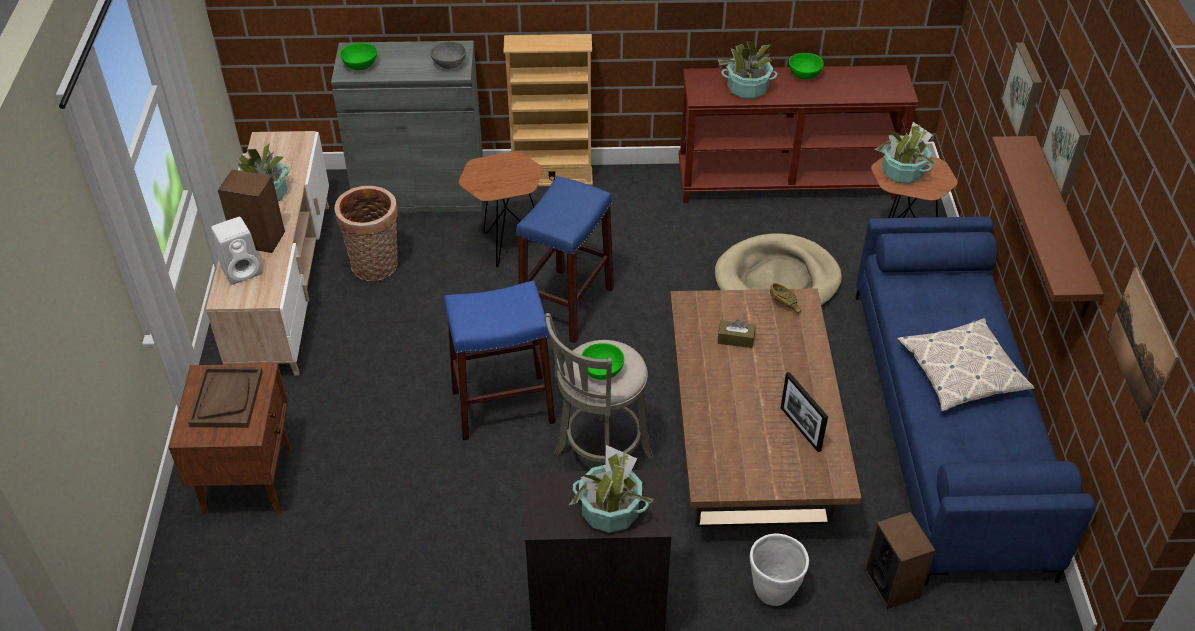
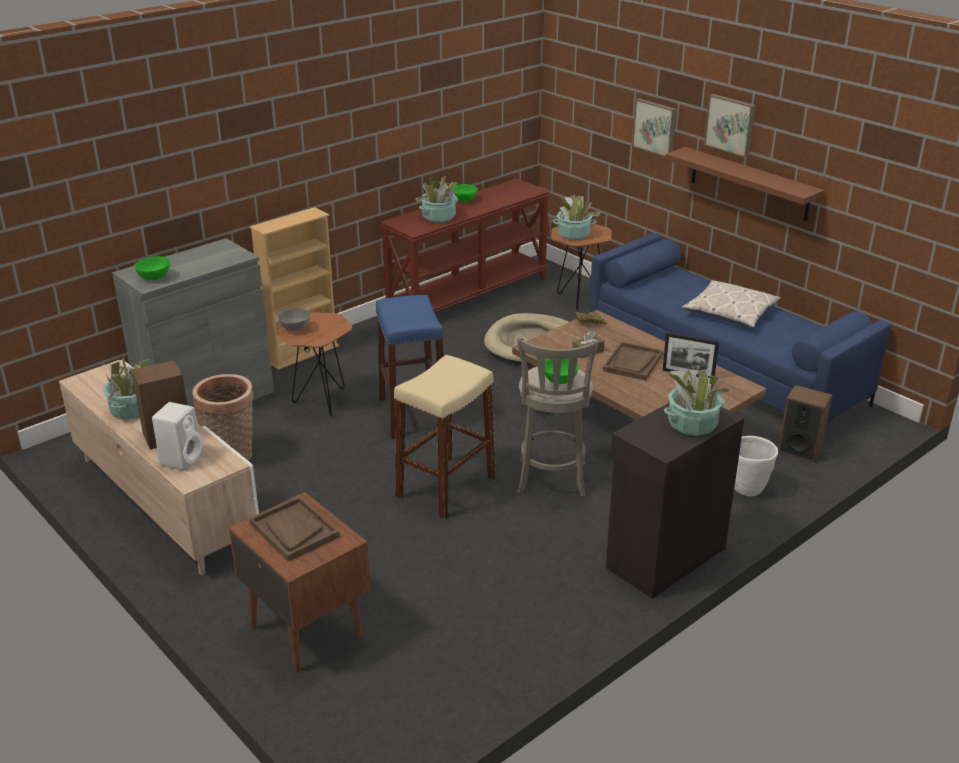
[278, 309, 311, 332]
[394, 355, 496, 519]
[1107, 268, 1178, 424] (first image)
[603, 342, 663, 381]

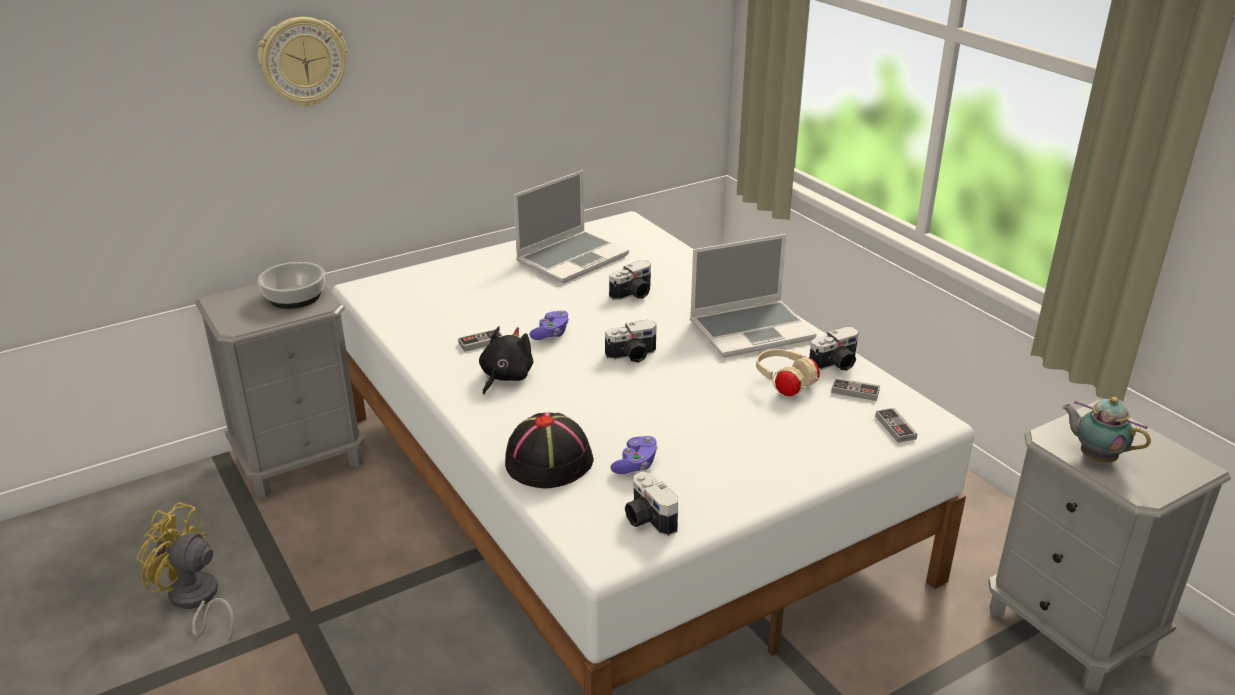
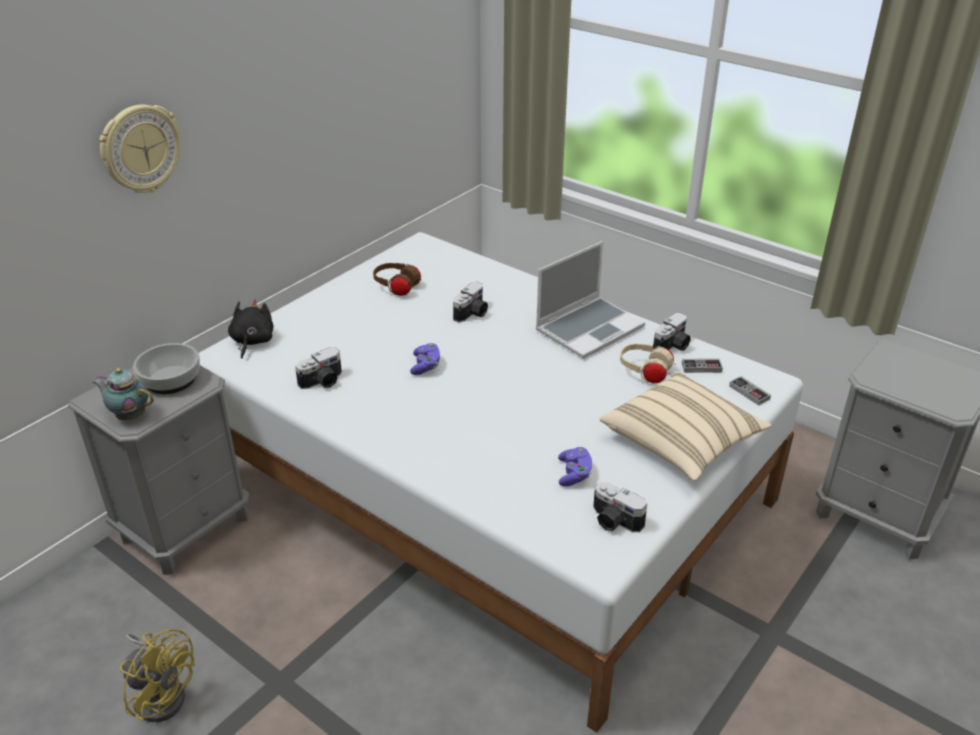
[120, 629, 195, 722]
[458, 329, 503, 352] (first image)
[228, 300, 274, 359]
[505, 412, 594, 488] (first image)
[373, 263, 422, 296]
[295, 347, 342, 389]
[92, 368, 154, 420]
[599, 371, 772, 481]

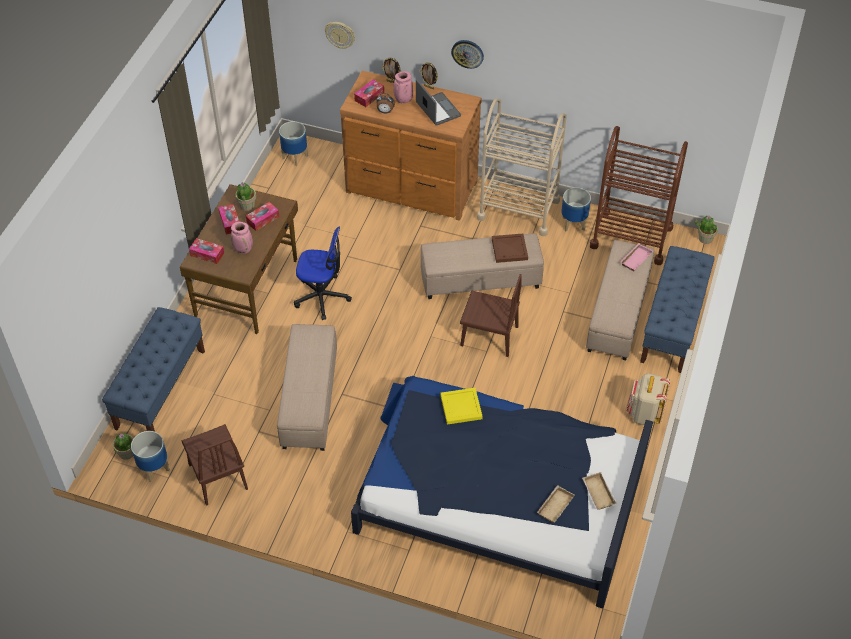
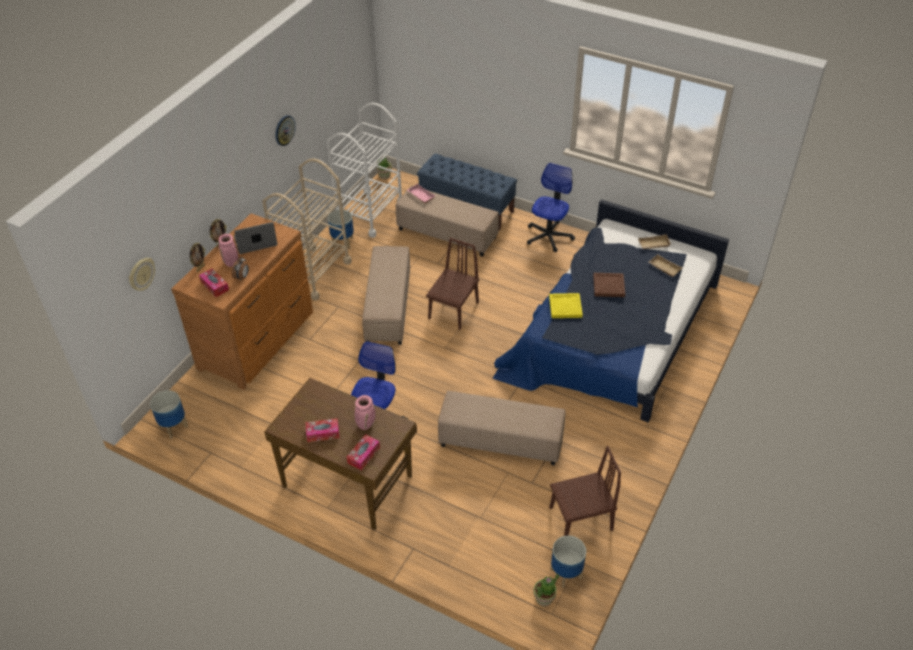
[102, 307, 205, 432] (first image)
[235, 183, 256, 211] (first image)
[246, 202, 279, 231] (first image)
[275, 115, 296, 146]
[593, 273, 625, 297]
[327, 103, 402, 238]
[527, 163, 575, 252]

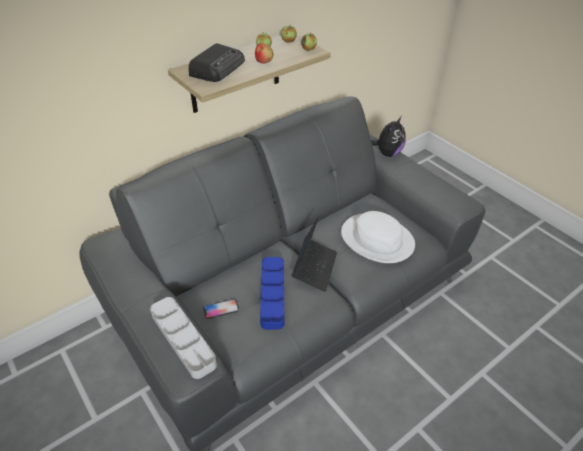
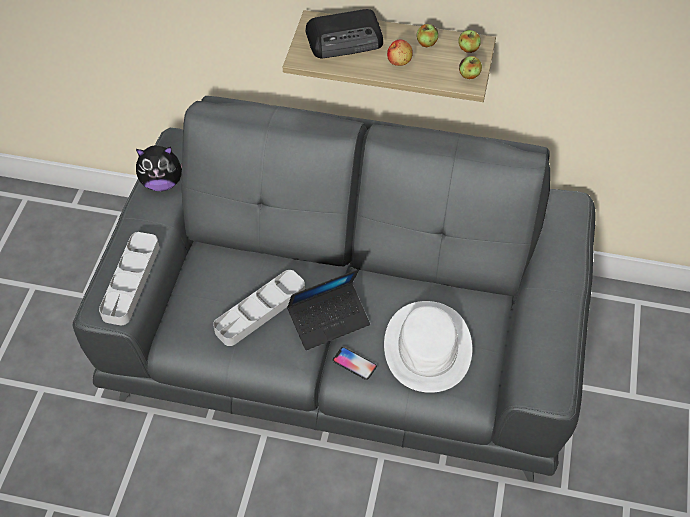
[332, 347, 377, 380]
[213, 270, 305, 346]
[136, 146, 182, 191]

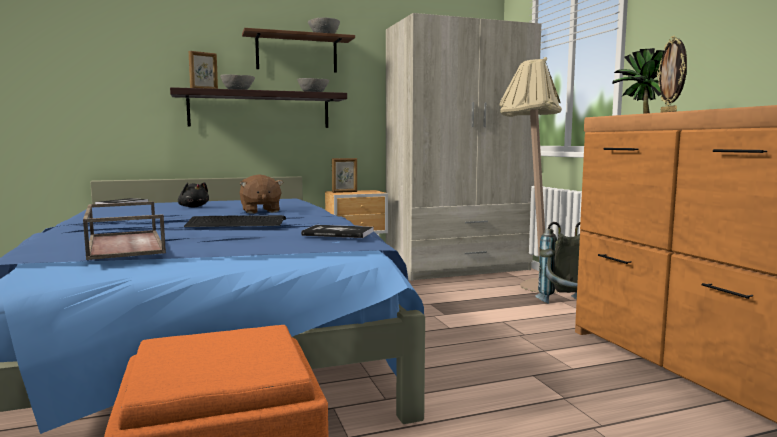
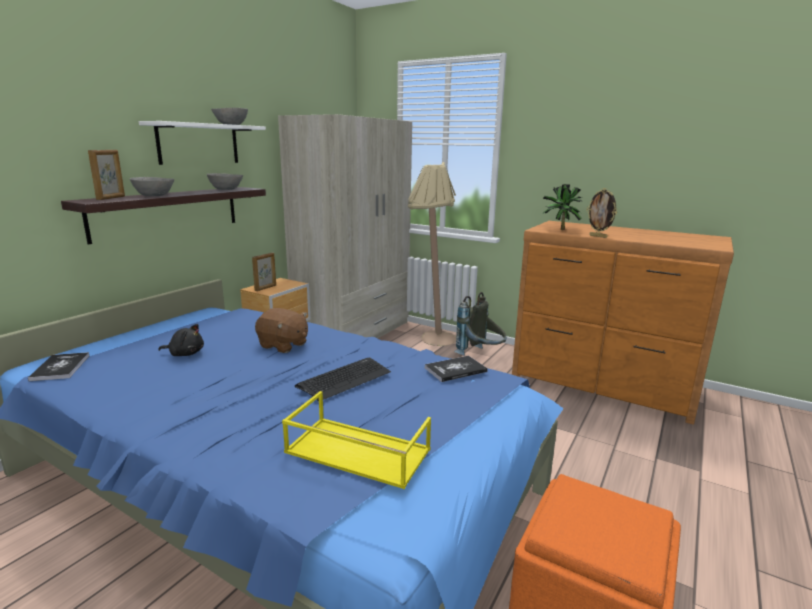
[282, 391, 431, 489]
[139, 121, 266, 165]

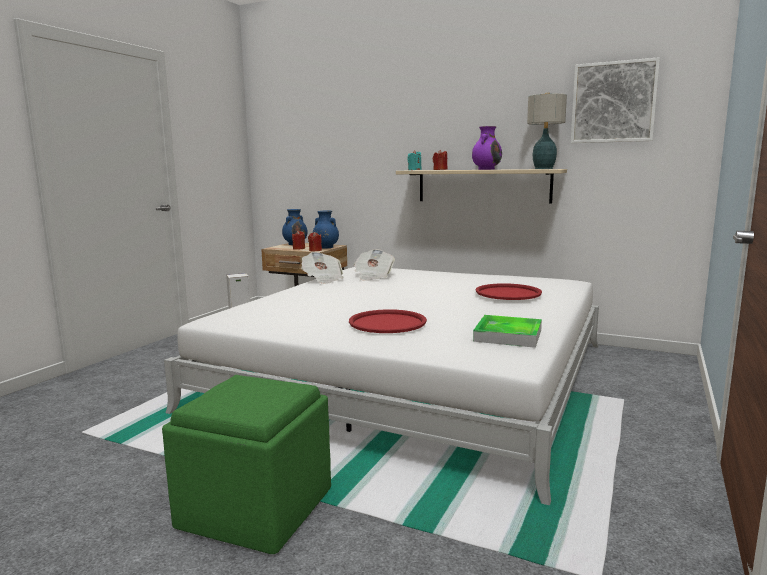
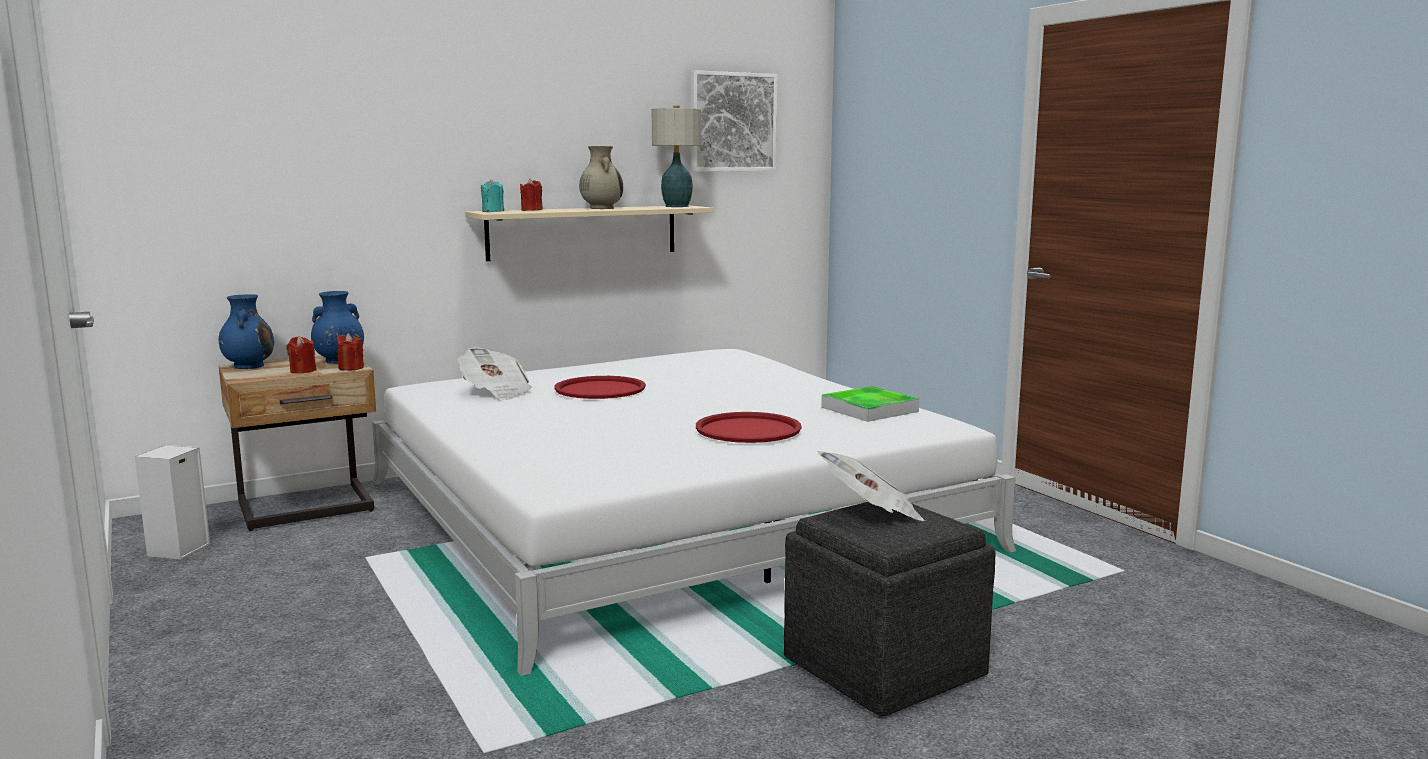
[784, 502, 995, 716]
[818, 451, 925, 521]
[579, 146, 623, 209]
[555, 376, 646, 399]

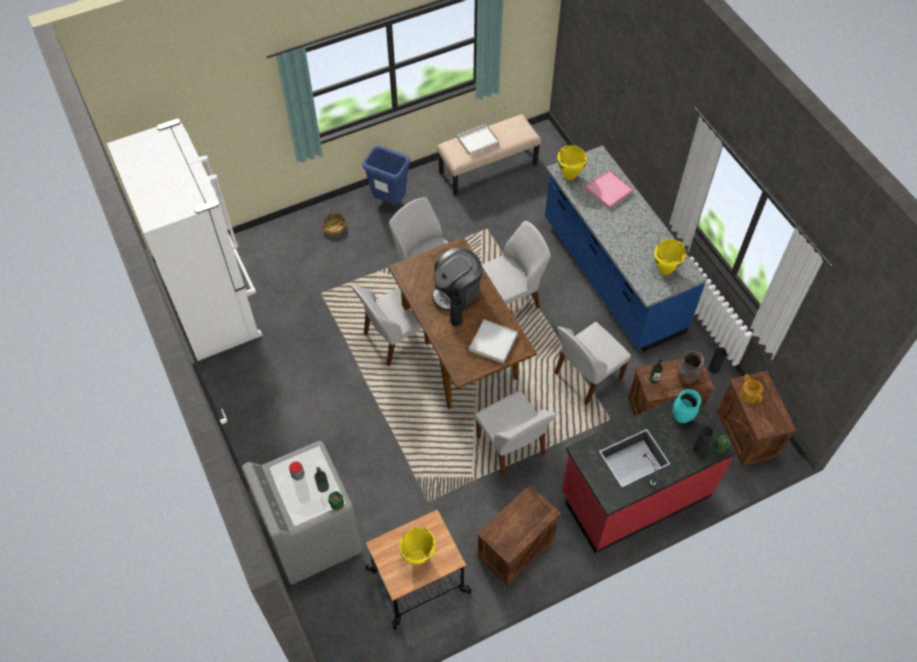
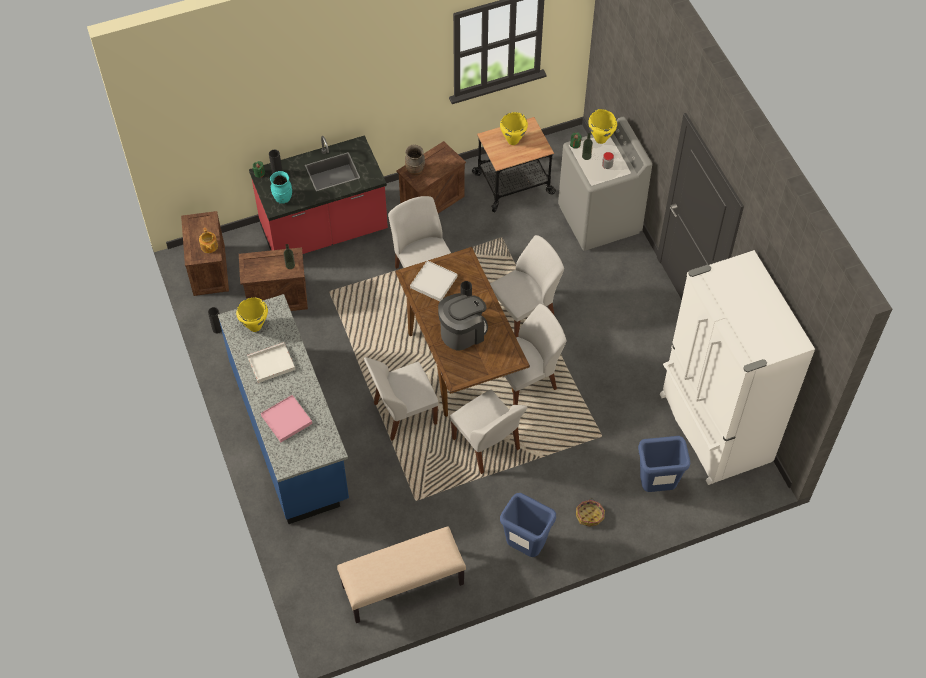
[247, 342, 295, 383]
[490, 235, 564, 337]
[588, 109, 617, 144]
[405, 145, 425, 175]
[638, 436, 690, 492]

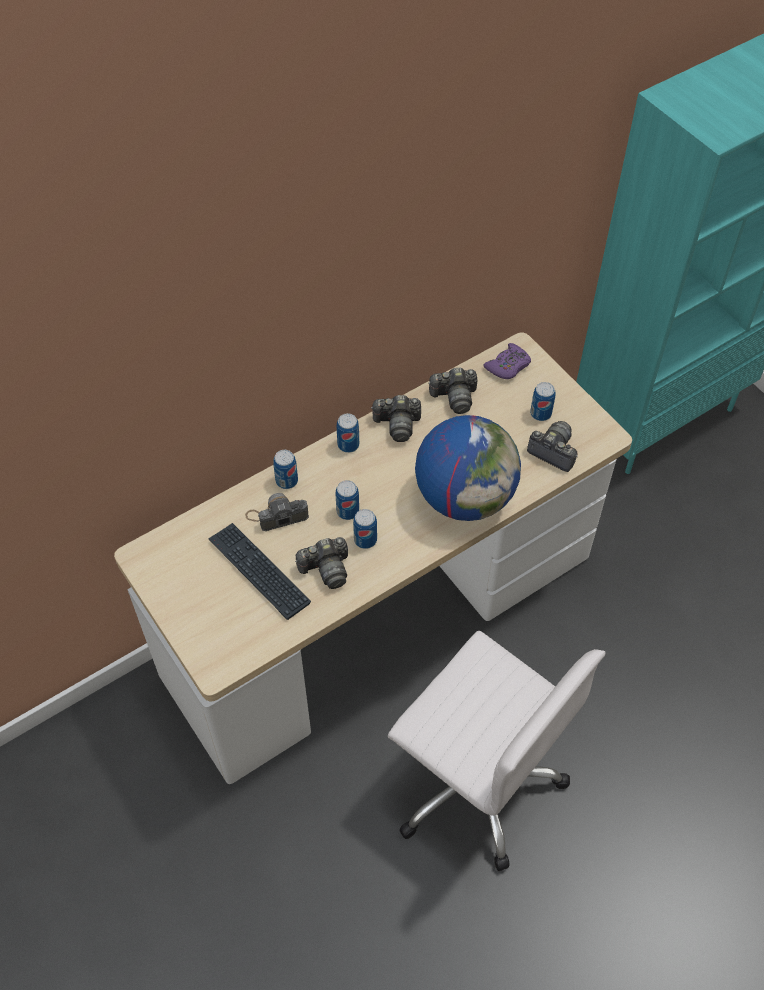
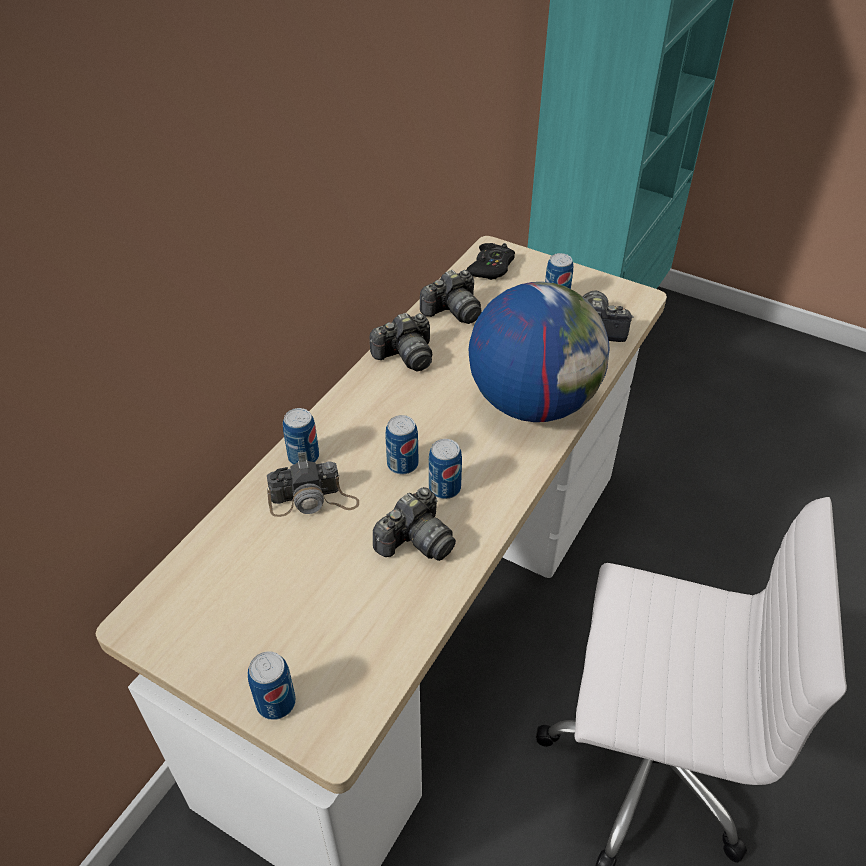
[208, 523, 311, 620] (first image)
[267, 460, 359, 517]
[248, 651, 296, 720]
[466, 243, 515, 280]

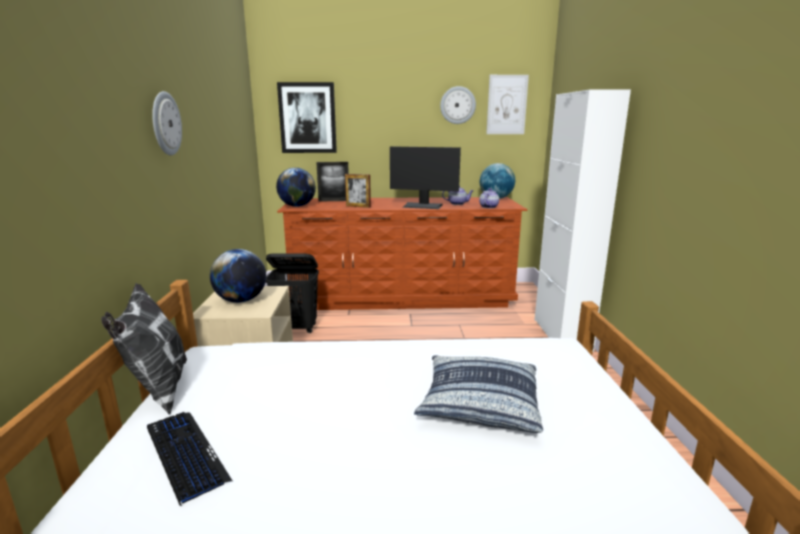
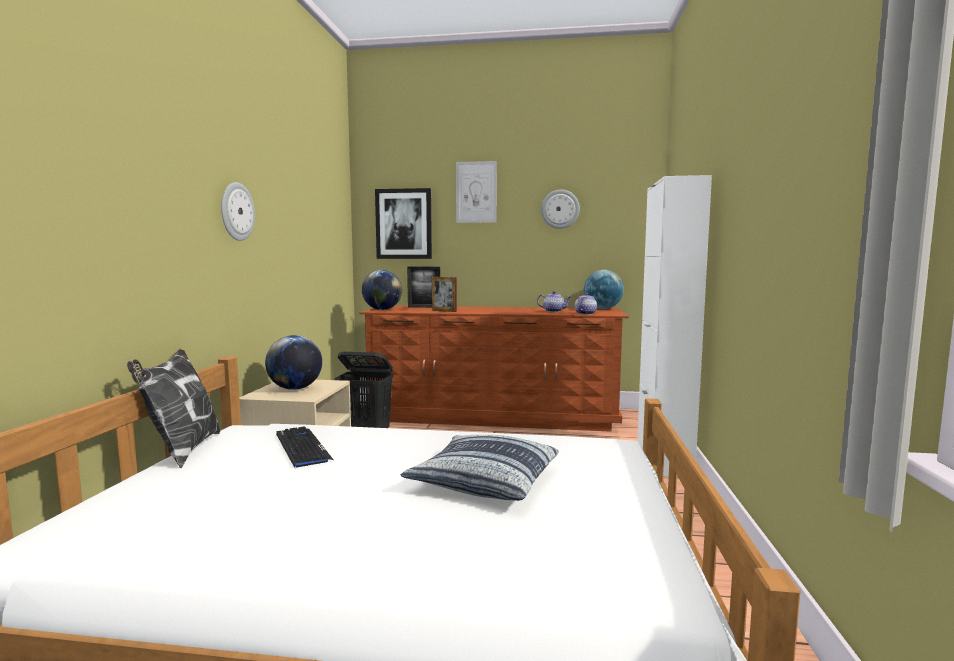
[276, 426, 334, 468]
[390, 146, 461, 209] (first image)
[456, 161, 497, 223]

